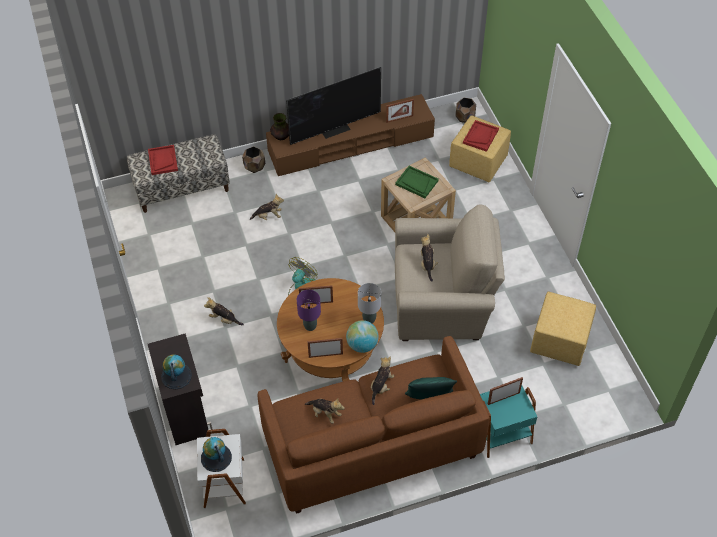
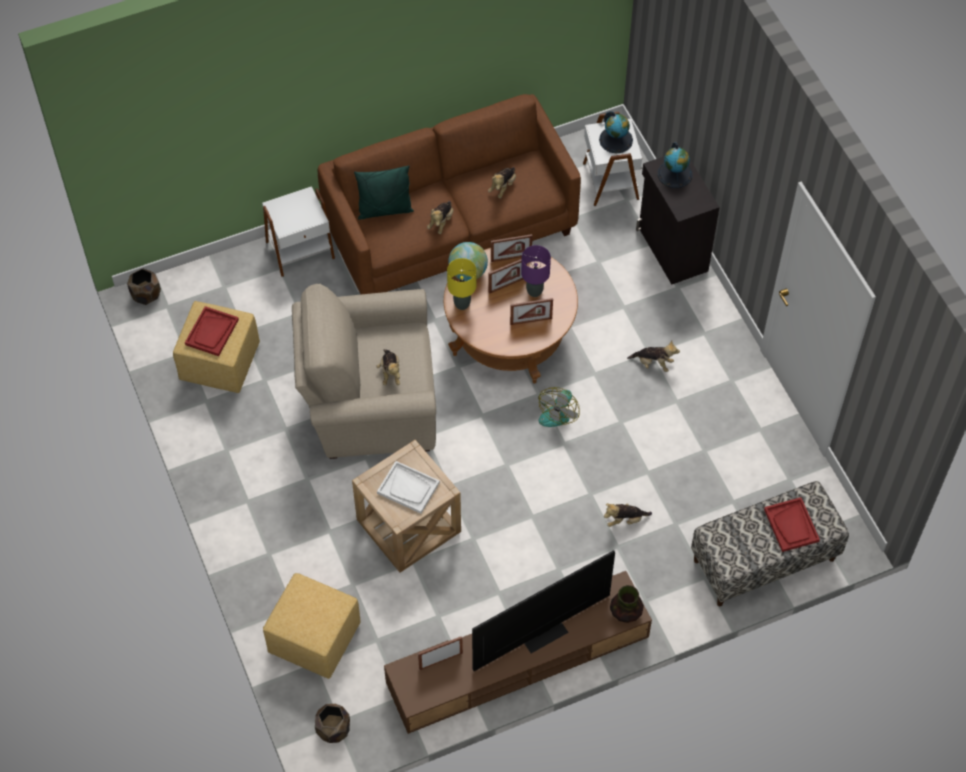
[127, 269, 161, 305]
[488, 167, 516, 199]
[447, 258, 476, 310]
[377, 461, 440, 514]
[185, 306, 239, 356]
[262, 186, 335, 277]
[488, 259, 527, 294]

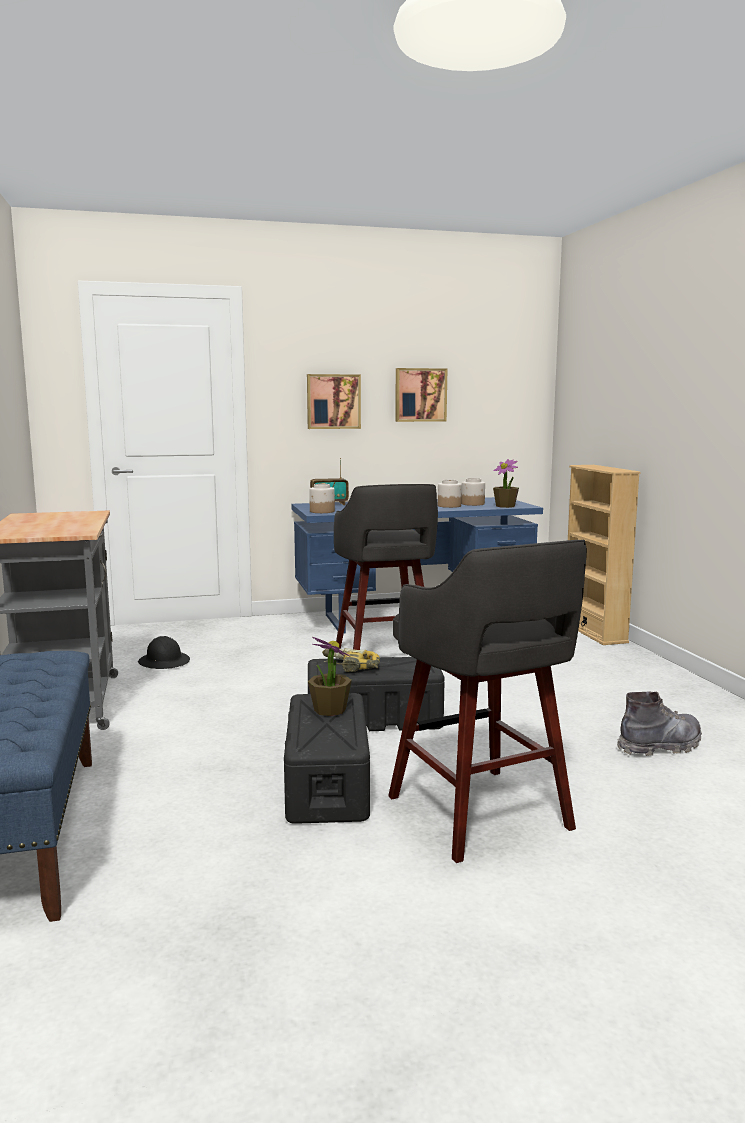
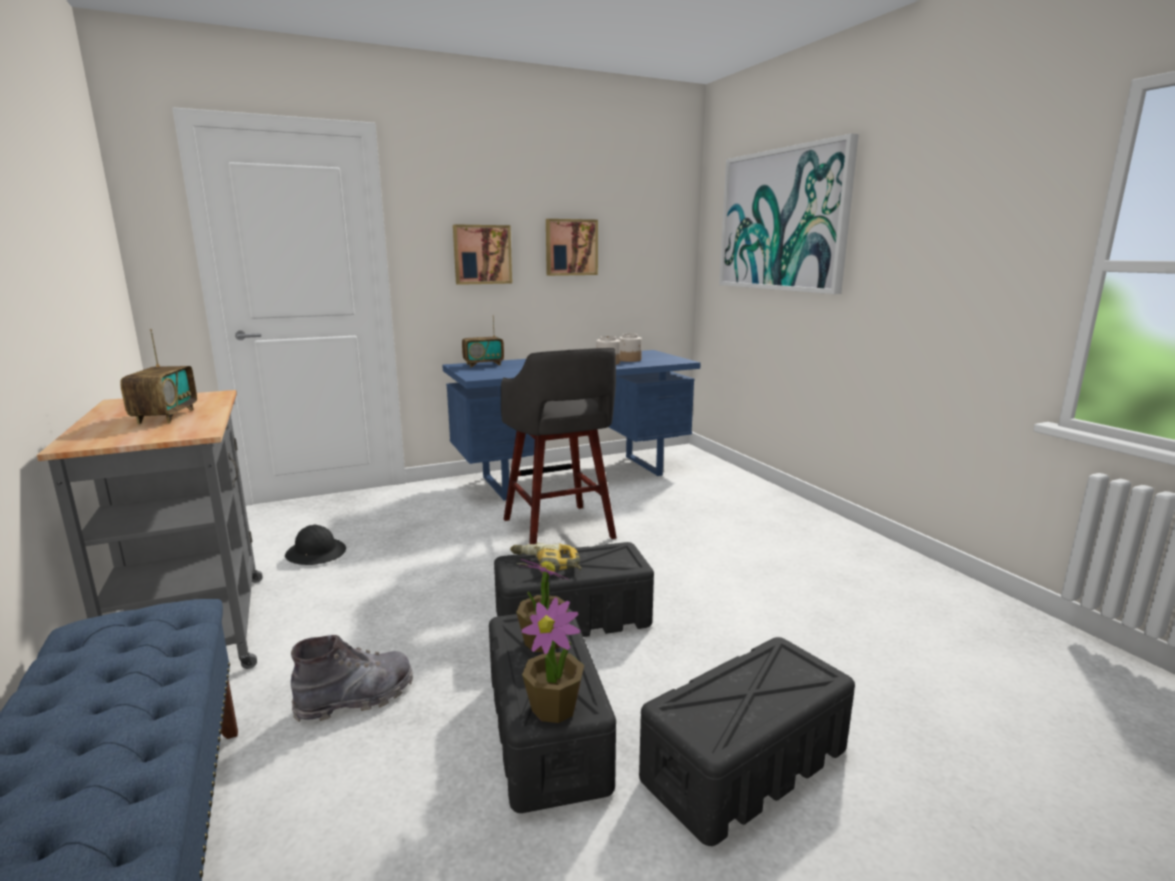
[309, 484, 335, 513] (first image)
[639, 637, 855, 846]
[522, 598, 584, 723]
[568, 465, 640, 645] (first image)
[291, 635, 413, 722]
[120, 329, 197, 424]
[719, 133, 859, 294]

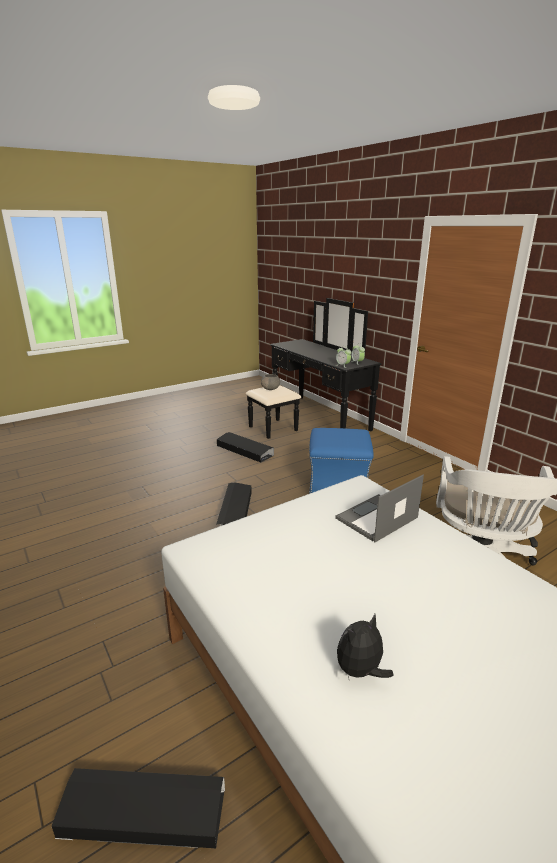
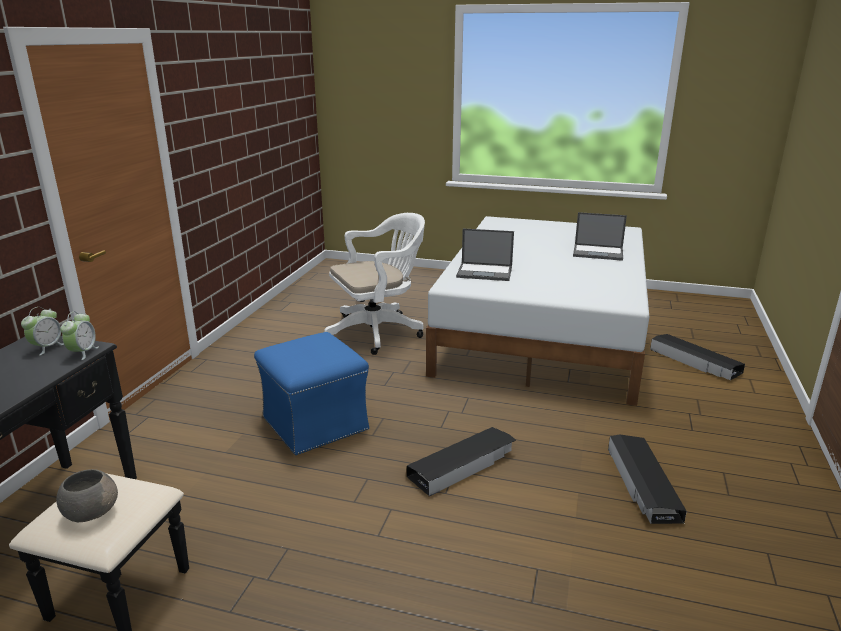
[608, 435, 687, 524]
[573, 212, 627, 261]

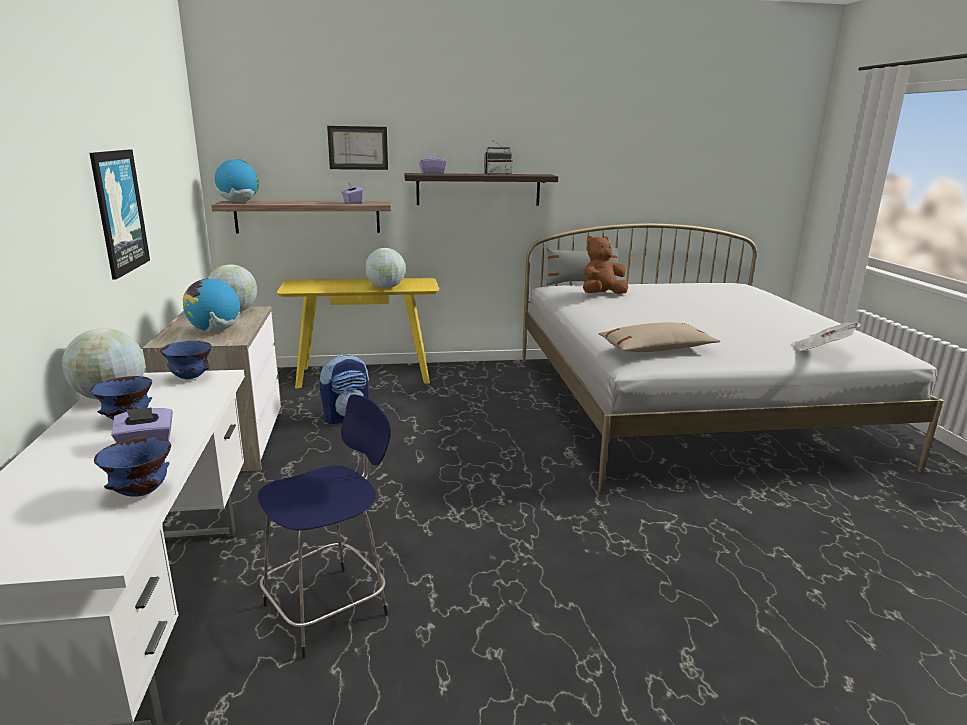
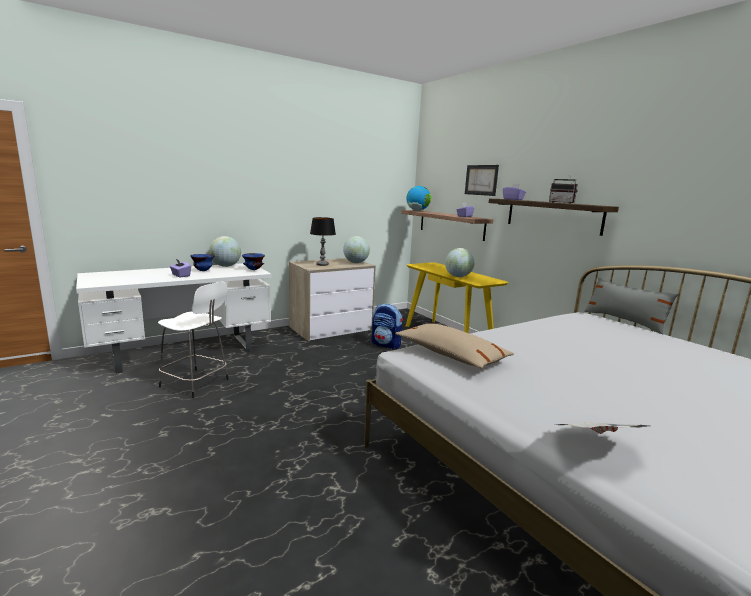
[89, 149, 150, 280] (first image)
[94, 437, 171, 497] (first image)
[310, 217, 336, 266]
[158, 282, 229, 398]
[583, 236, 628, 294] (first image)

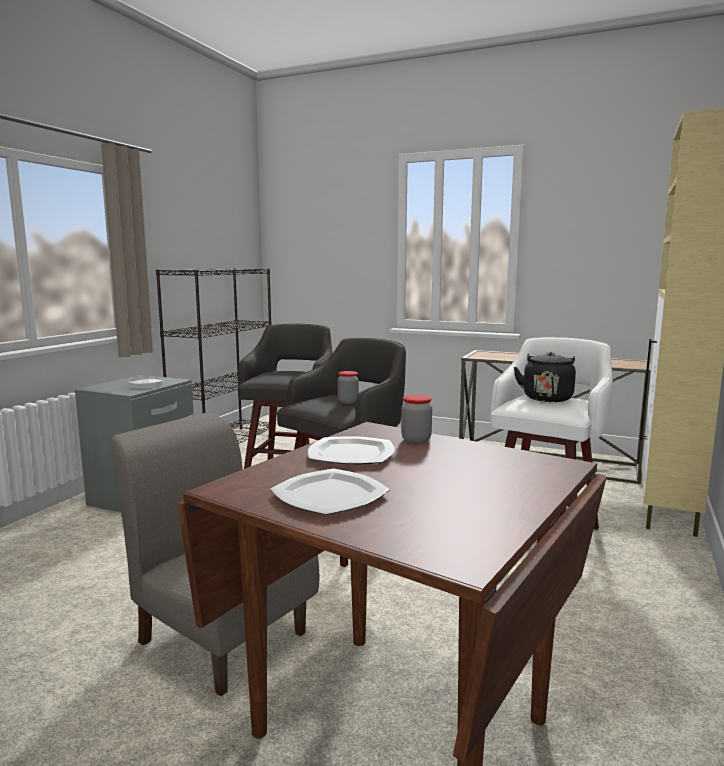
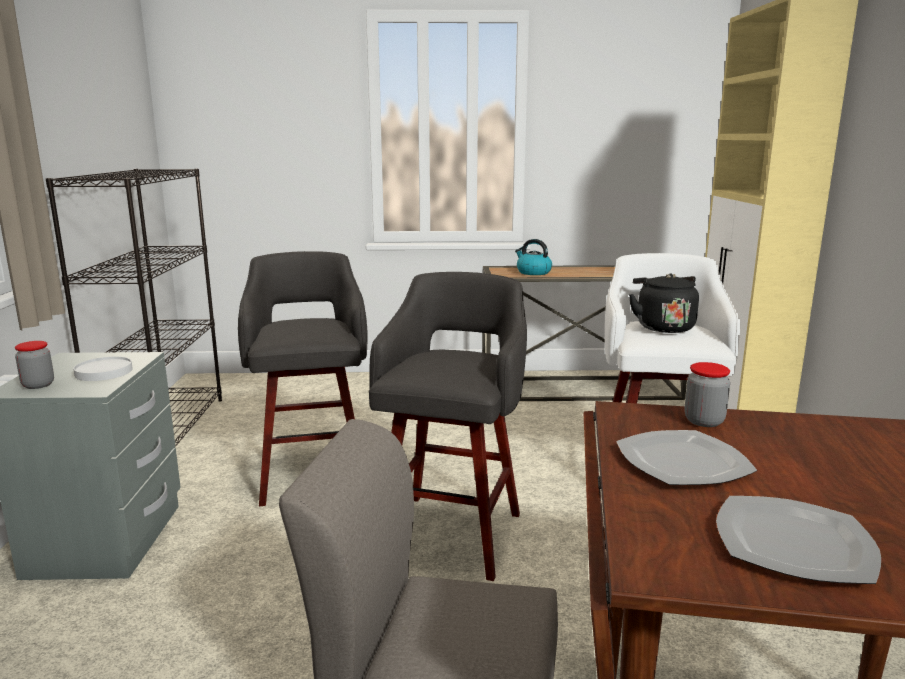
[15, 341, 54, 389]
[515, 239, 552, 275]

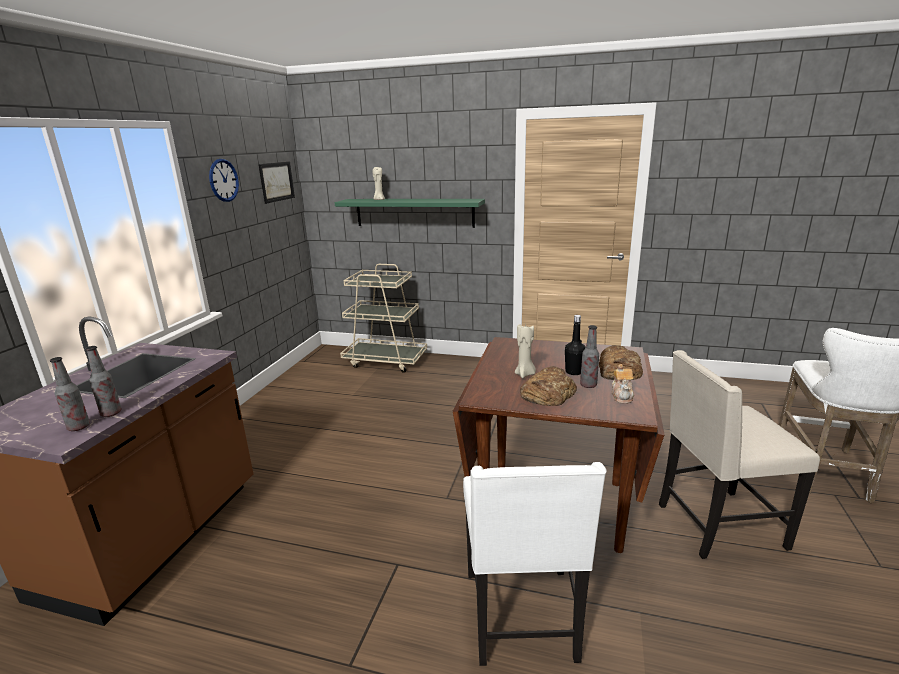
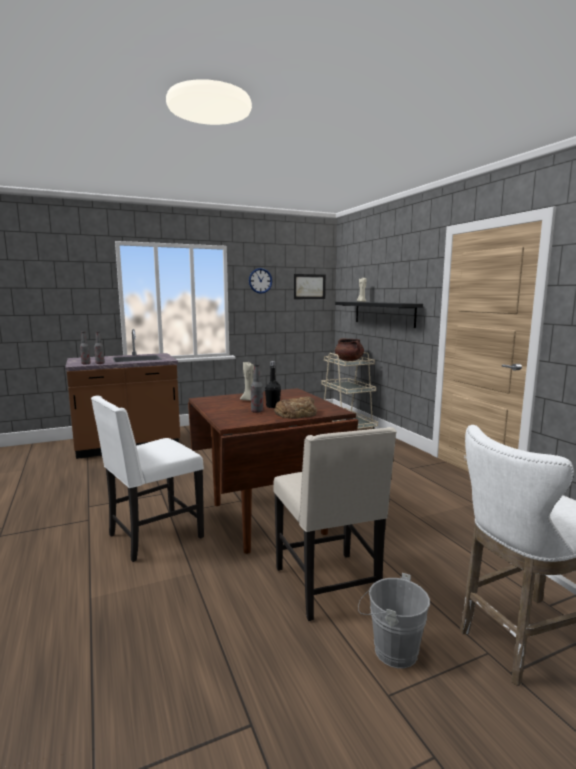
[335, 302, 423, 328]
[520, 366, 577, 406] (first image)
[612, 364, 634, 404] (first image)
[274, 427, 397, 621]
[335, 338, 364, 361]
[358, 573, 430, 668]

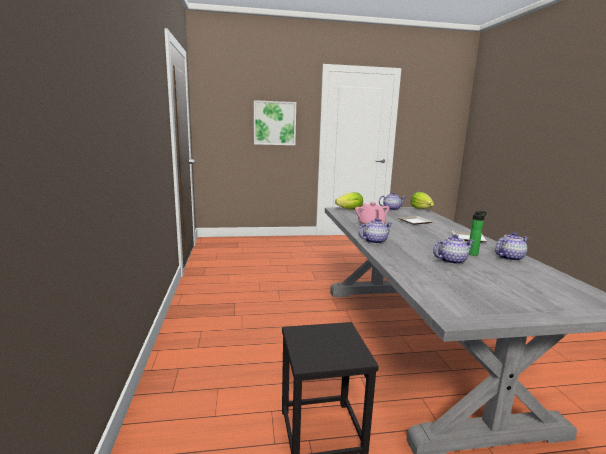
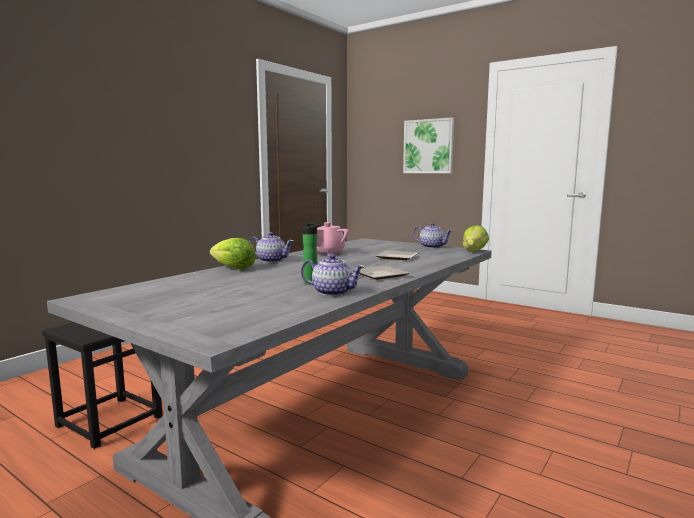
[210, 238, 256, 269]
[433, 234, 474, 265] (first image)

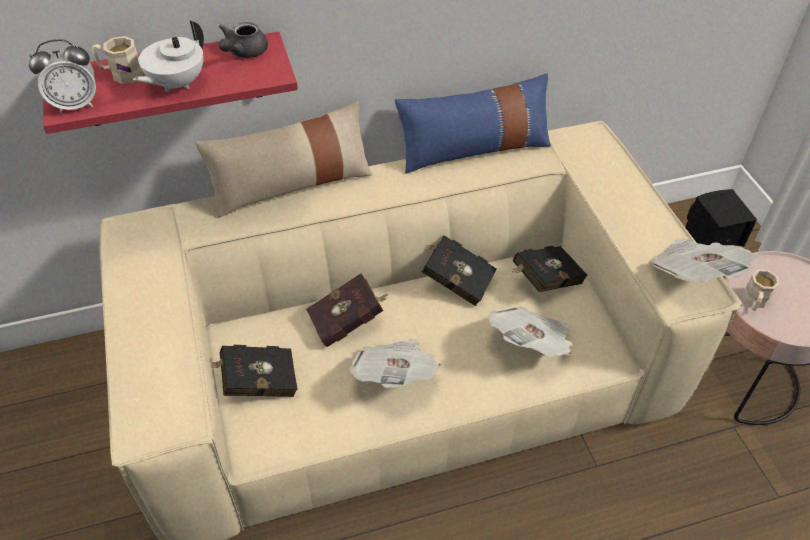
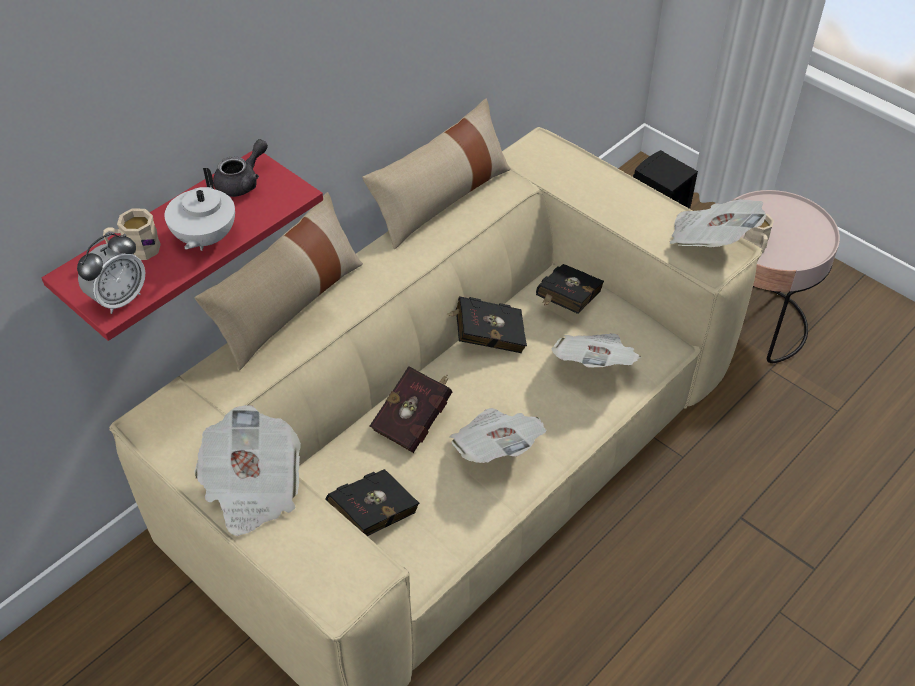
[213, 139, 268, 197]
[362, 99, 511, 249]
[194, 405, 301, 536]

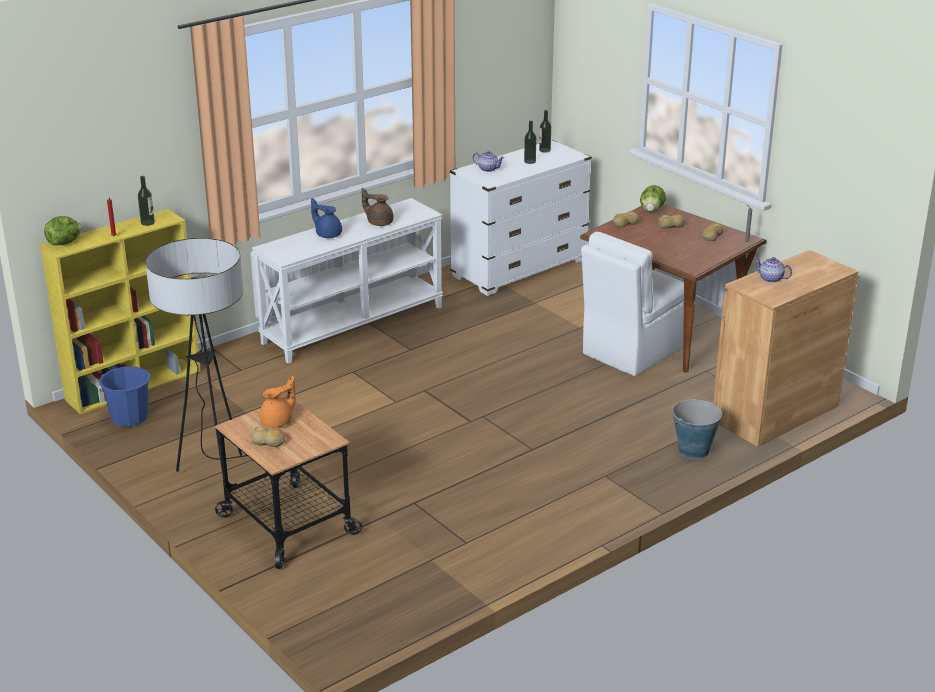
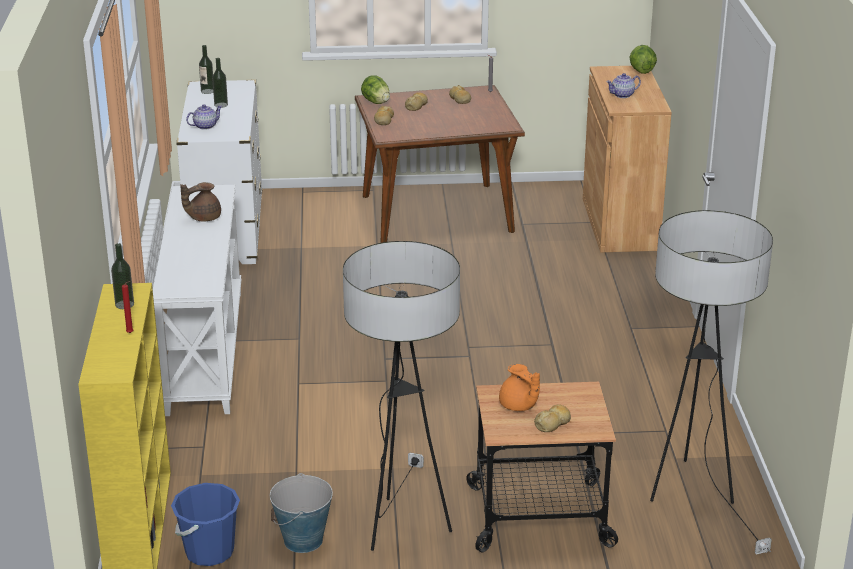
[630, 45, 657, 74]
[499, 364, 540, 411]
[311, 198, 342, 238] (first image)
[581, 232, 684, 376] (first image)
[270, 473, 333, 553]
[650, 210, 773, 554]

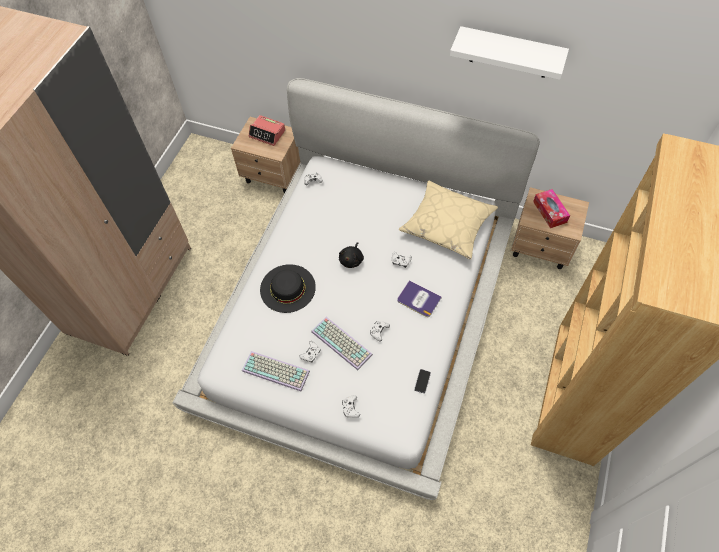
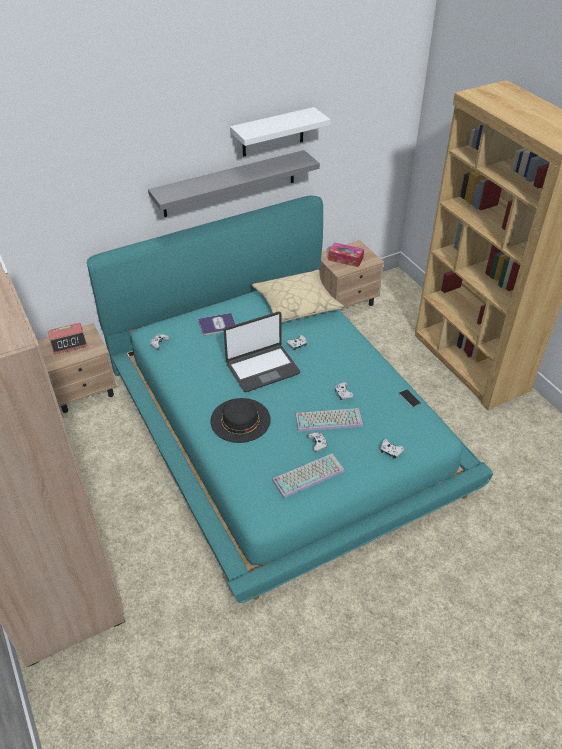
[87, 195, 493, 603]
[224, 312, 300, 392]
[198, 313, 236, 335]
[148, 150, 320, 217]

